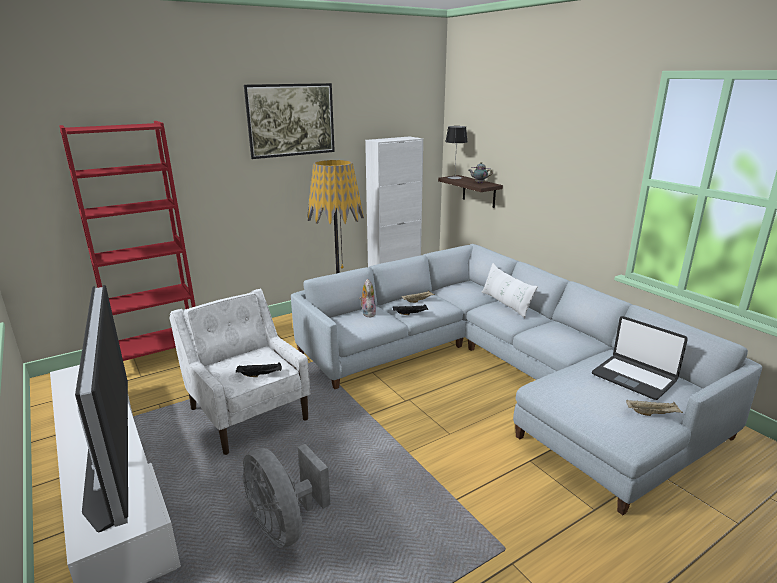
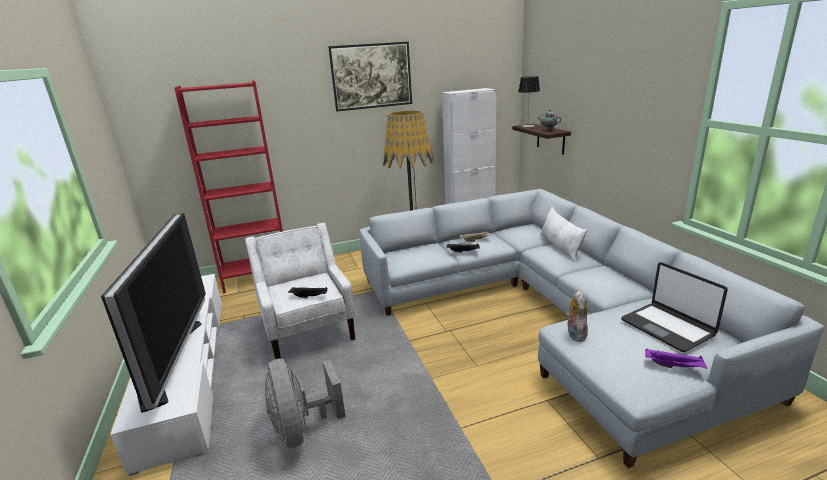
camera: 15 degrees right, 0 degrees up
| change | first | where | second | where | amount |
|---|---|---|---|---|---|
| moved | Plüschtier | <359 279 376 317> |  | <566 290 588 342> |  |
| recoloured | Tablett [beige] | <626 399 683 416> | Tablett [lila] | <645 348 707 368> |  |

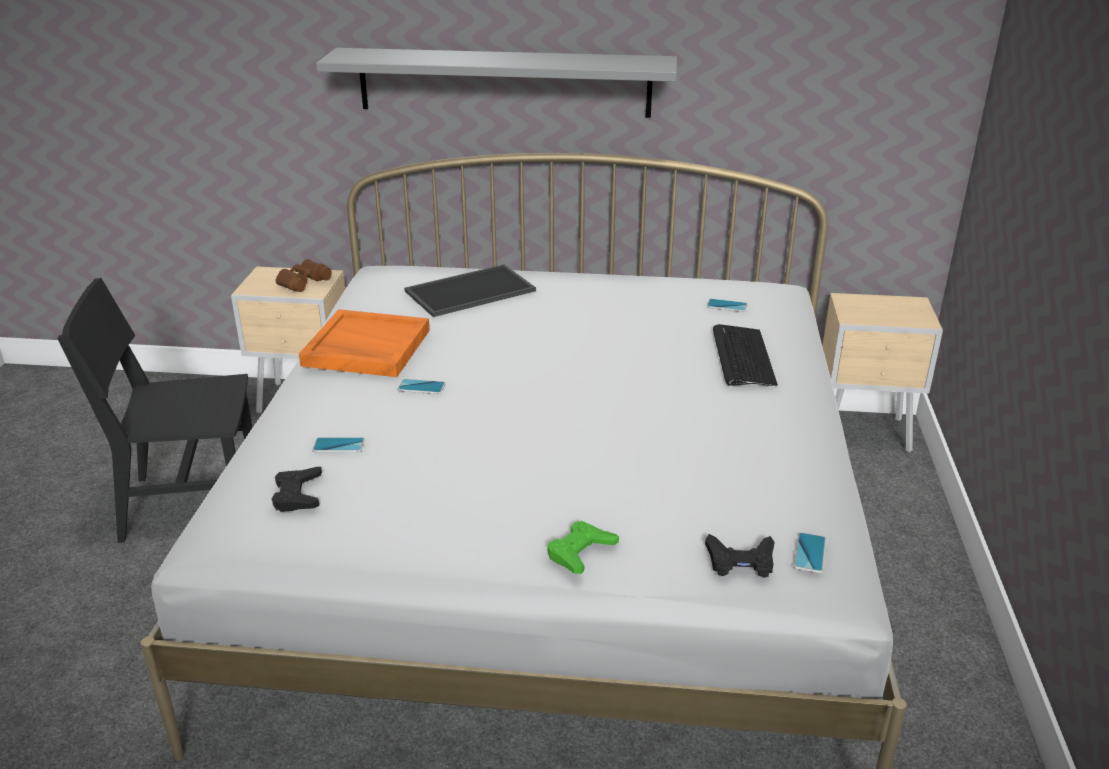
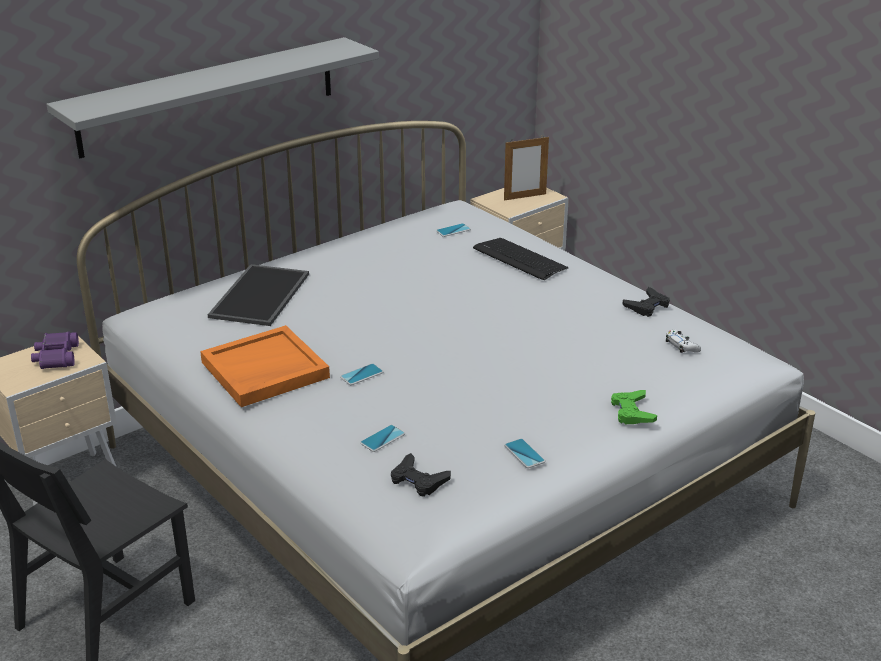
camera: 45 degrees left, 0 degrees up
| change | first | where | second | where | amount |
|---|---|---|---|---|---|
| recoloured | Fernglas [braun] | <276 259 332 292> | Fernglas [lila] | <31 331 79 369> |  |
| moved | Gamepad [schwarz] | <705 534 775 578> |  | <623 287 670 317> |  |
| moved | Handy | <794 533 826 573> |  | <504 438 545 468> |  |
| added |  |  | Bilderrahmen | <504 136 549 201> |  |
| added |  |  | Gamepad [weiß] | <666 330 701 353> |  |

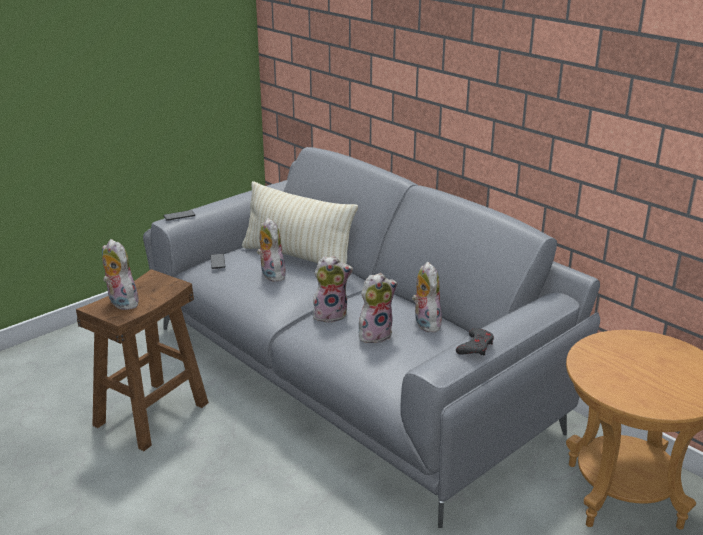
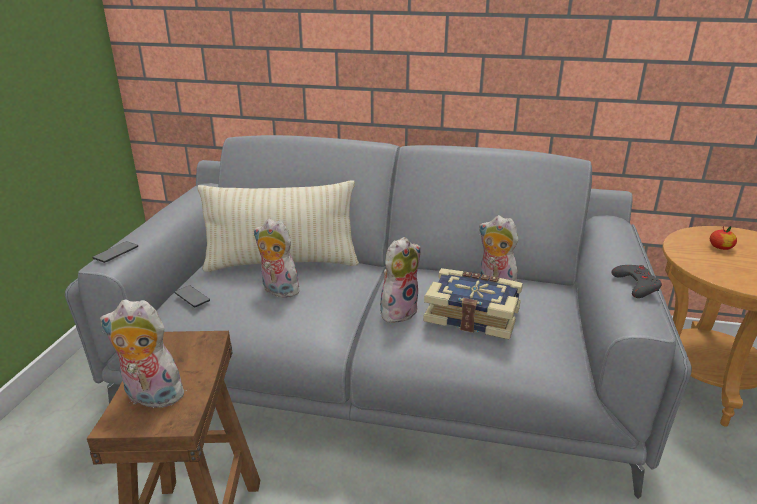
camera: 35 degrees left, 0 degrees up
| change | first | where | second | where | amount |
|---|---|---|---|---|---|
| replaced | Plüschtier | <359 273 397 343> | Buch | <423 268 523 339> |  |
| added |  |  | Apfel | <710 226 737 250> |  |

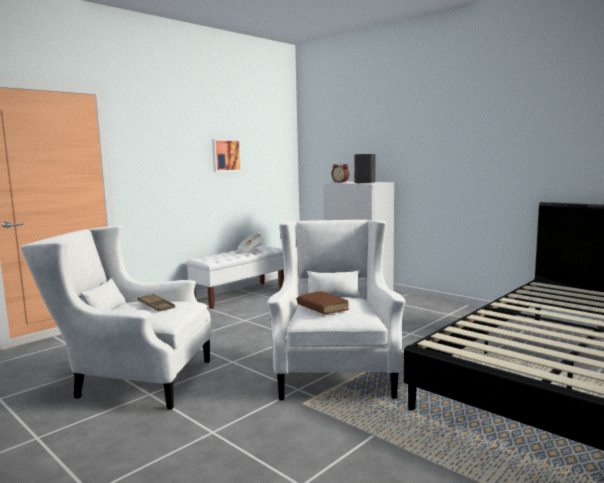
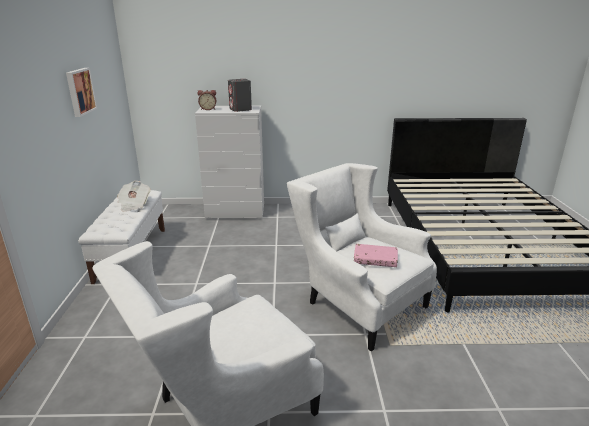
camera: 45 degrees left, 15 degrees up
| change | first | where | second | where | amount |
|---|---|---|---|---|---|
| removed | Tablett [braun] | <137 294 175 311> |  |  |  |
| recoloured | Buch [braun] | <297 291 349 314> | Buch [rosa] | <354 244 398 267> |  |

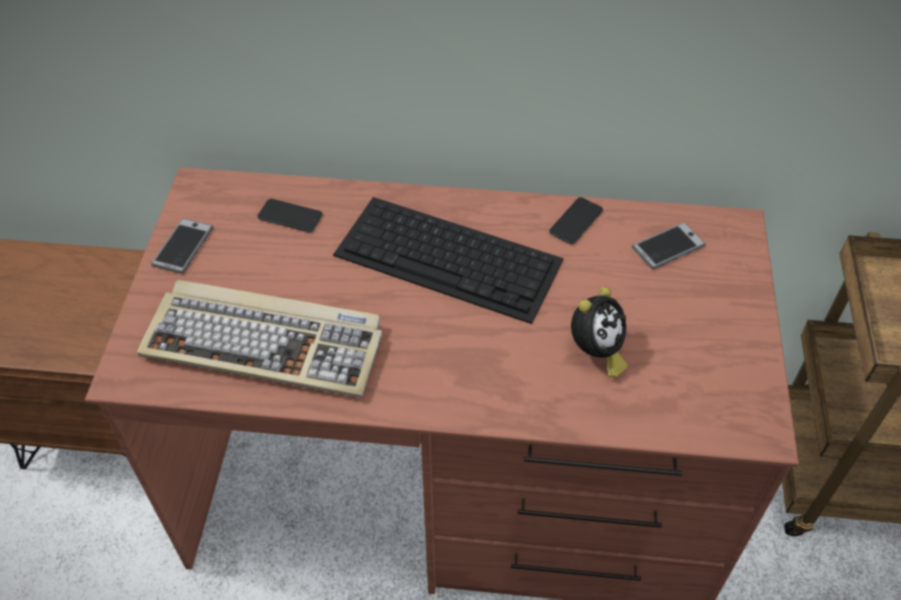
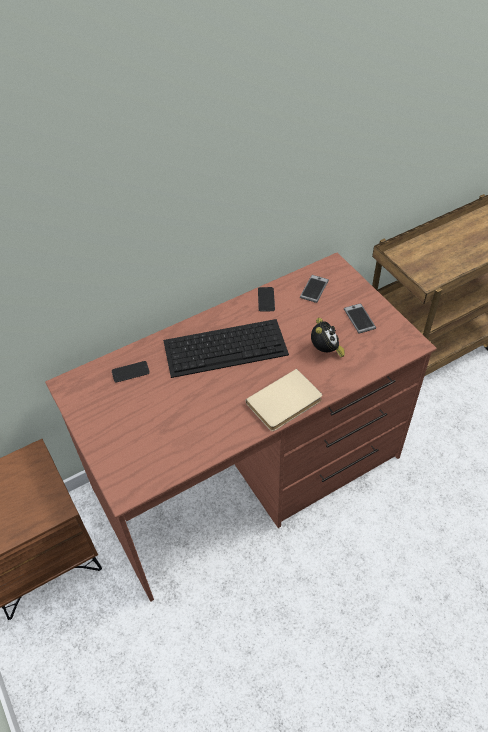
camera: 35 degrees left, 0 degrees up
| change | first | where | second | where | amount |
|---|---|---|---|---|---|
| removed | Tastatur | <137 280 382 398> |  |  |  |
| moved | Handy | <151 218 213 274> |  | <344 303 376 333> |  |
| added |  |  | Buch [beige] | <246 369 322 431> |  |

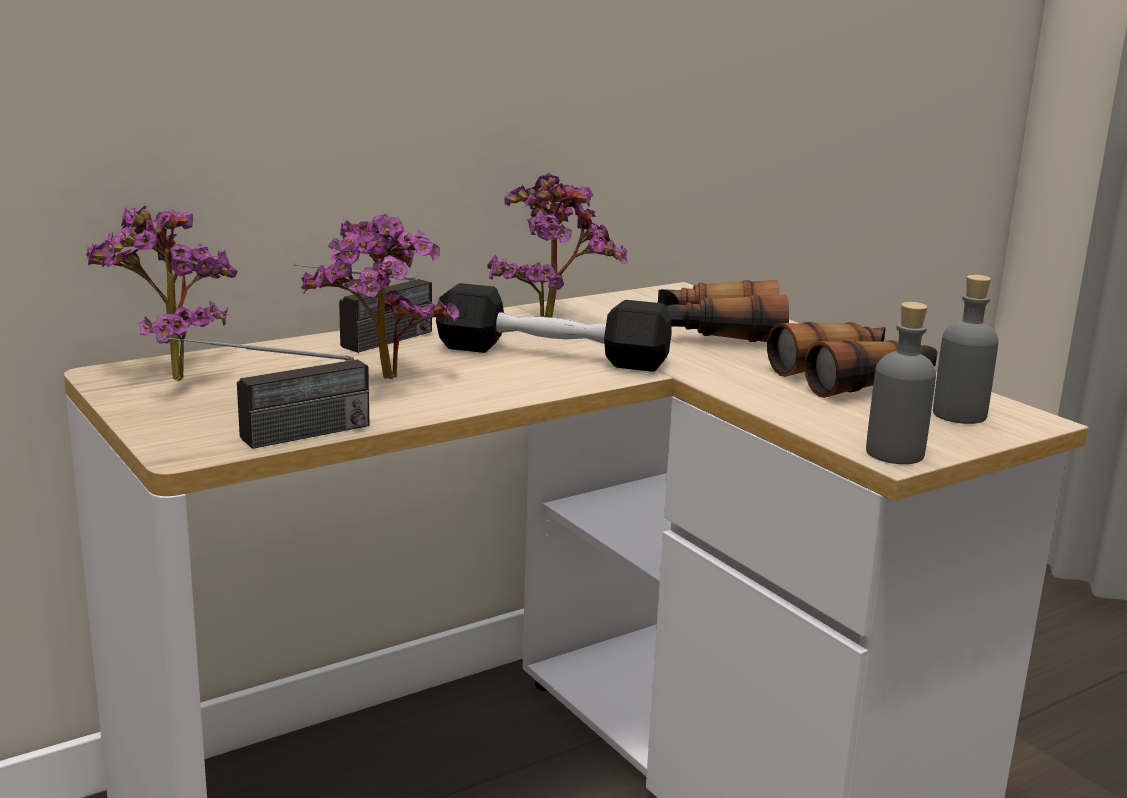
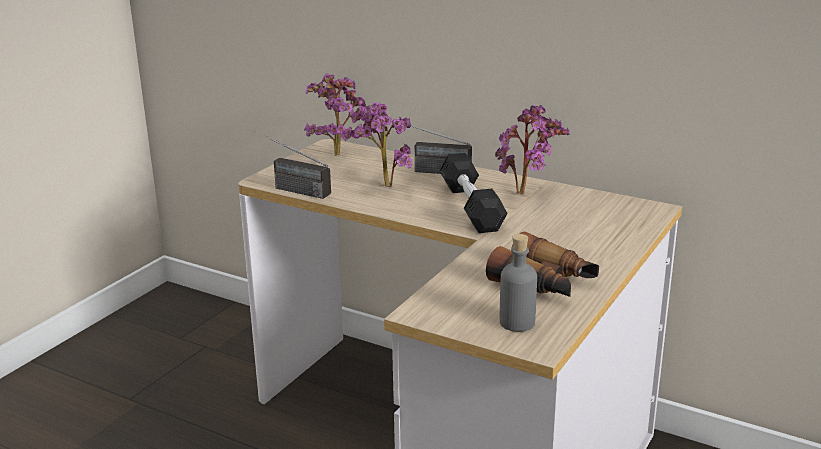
camera: 65 degrees right, 5 degrees up
| change | first | where | second | where | amount |
|---|---|---|---|---|---|
| removed | Fernglas | <658 280 789 342> |  |  |  |
| removed | Flasche [grau] | <866 302 936 464> |  |  |  |

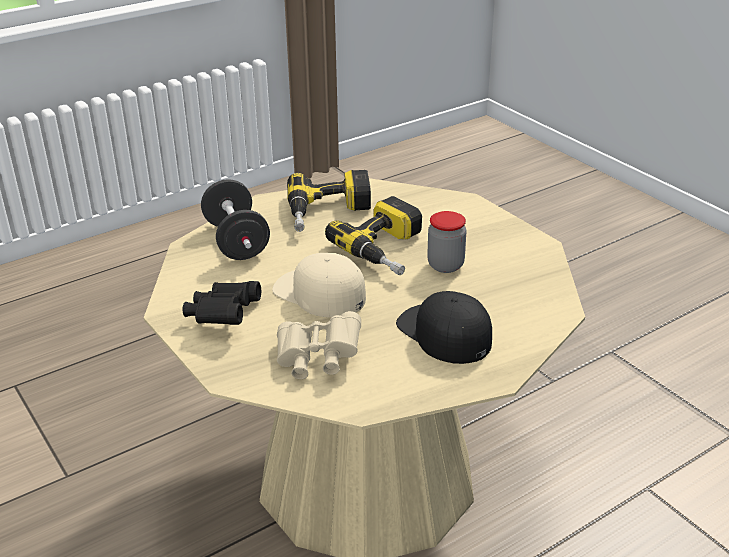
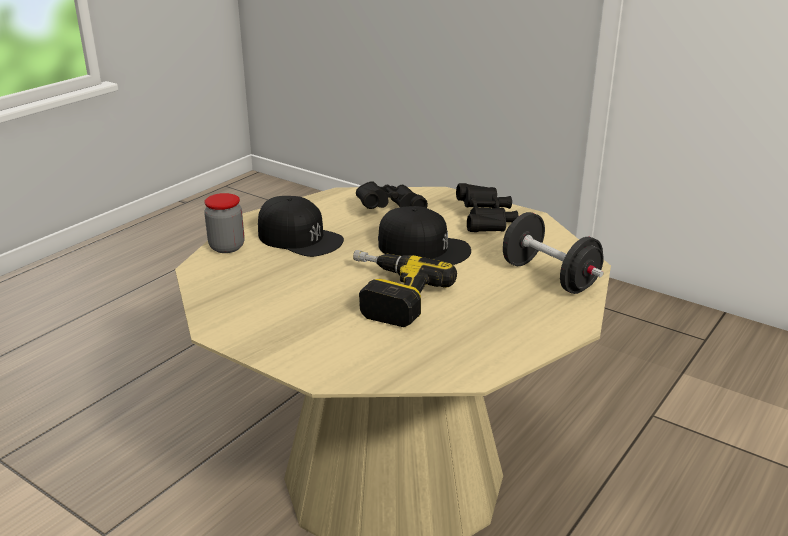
camera: 160 degrees right, 5 degrees down
| change | first | where | second | where | amount |
|---|---|---|---|---|---|
| recoloured | Kappe [beige] | <272 253 366 317> | Kappe [schwarz] | <378 206 471 265> |  |
| recoloured | Fernglas [beige] | <277 311 361 379> | Fernglas [schwarz] | <356 181 428 209> |  |
| removed | Bohrmaschine | <287 170 371 232> |  |  |  |
| moved | Vorratsglas | <427 211 467 273> |  | <204 193 245 253> |  |

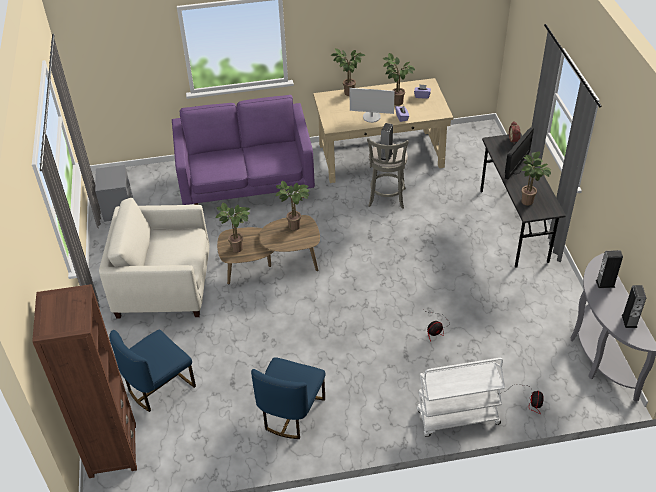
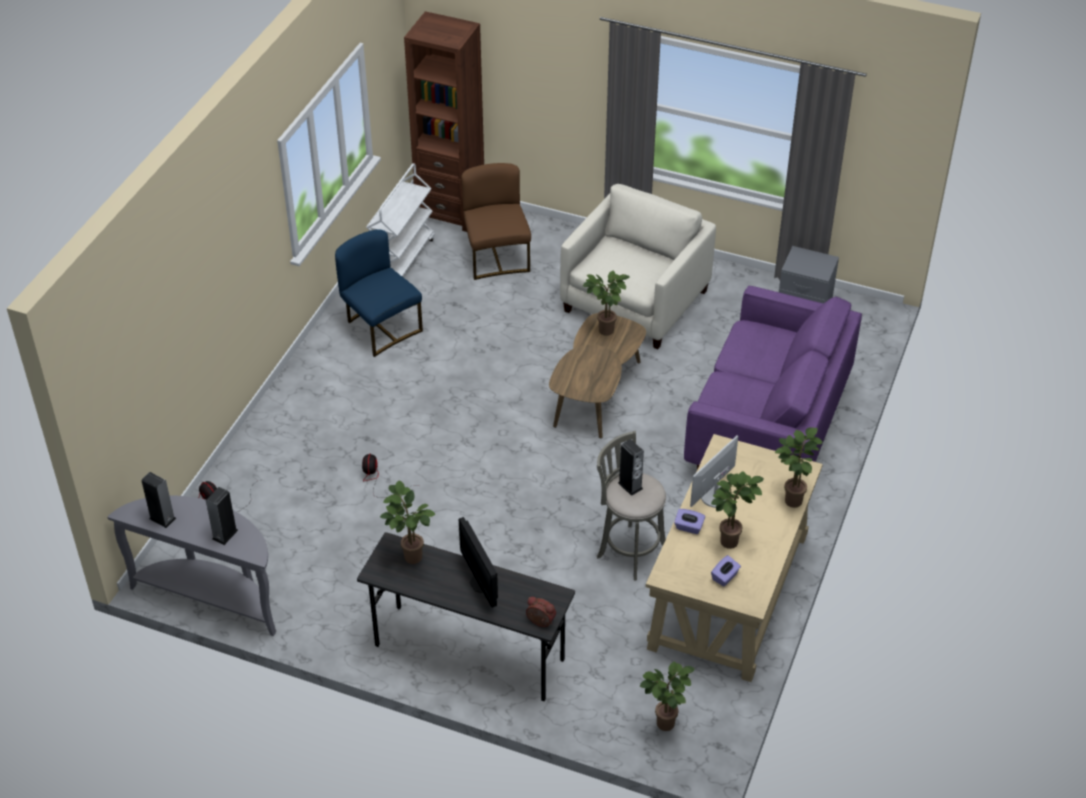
camera: 120 degrees right, 0 degrees up
| change | first | where | second | where | amount |
|---|---|---|---|---|---|
| recoloured | Stuhl [blau] | <109 330 196 412> | Stuhl [braun] | <461 163 531 280> |  |
| moved | Topfpflanze | <276 181 310 230> |  | <640 661 695 731> |  |
| moved | Rollwagen [weiß] | <416 358 505 437> |  | <366 163 434 277> |  |

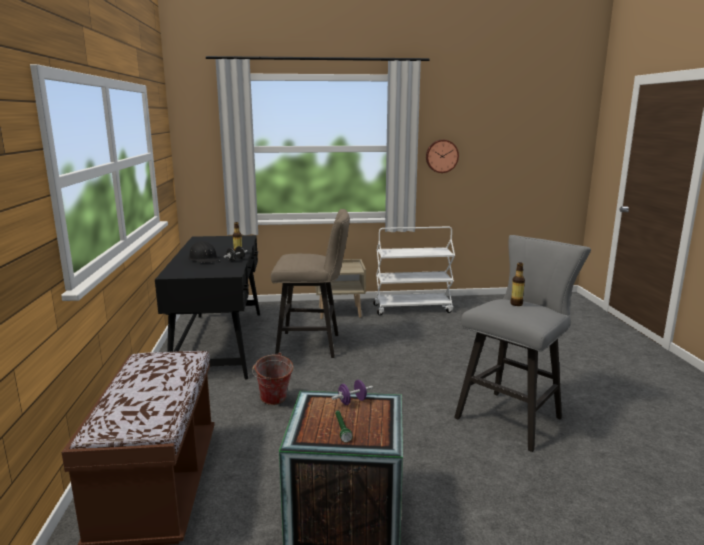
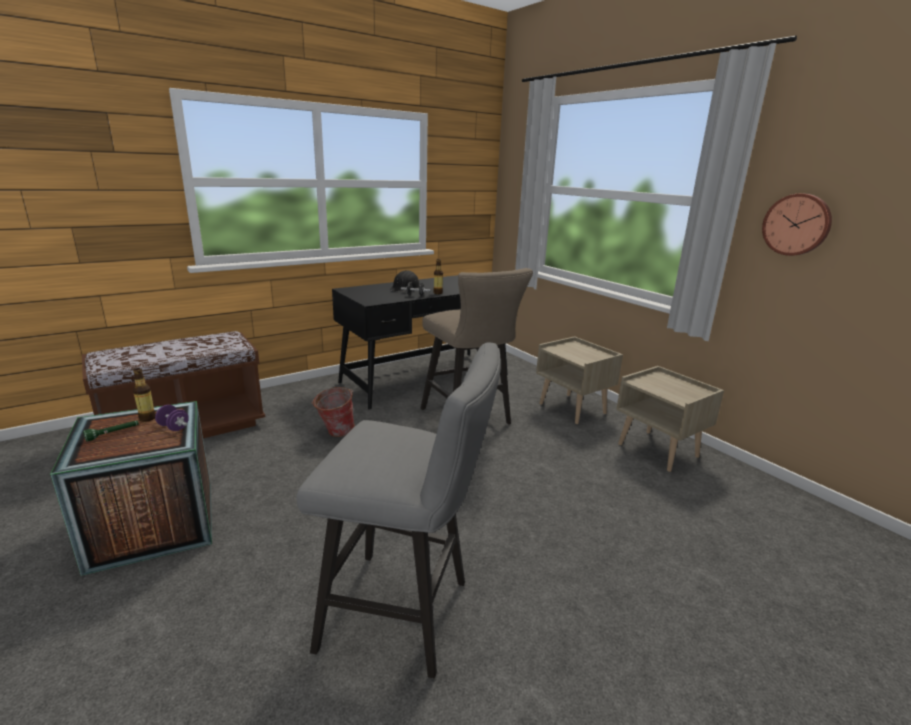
camera: 60 degrees right, 5 degrees up
| change | first | where | second | where | amount |
|---|---|---|---|---|---|
| replaced | Rollwagen [weiß] | <373 227 455 315> | Nachttisch [beige] | <616 366 724 472> |  |
| moved | Flasche | <510 262 525 306> |  | <133 368 156 422> |  |

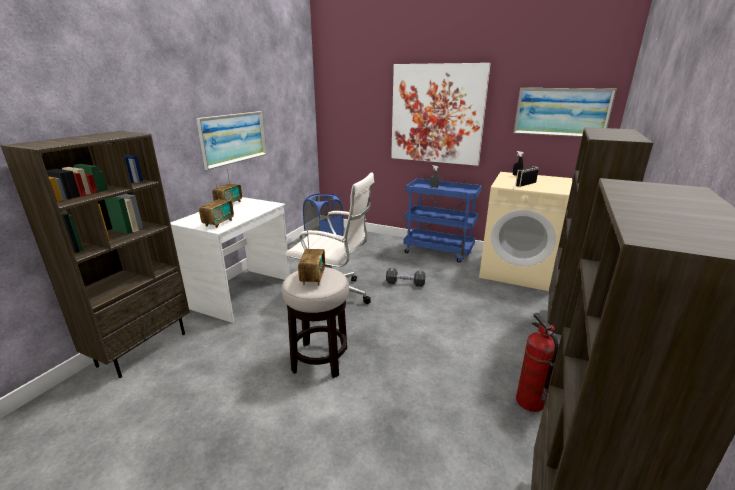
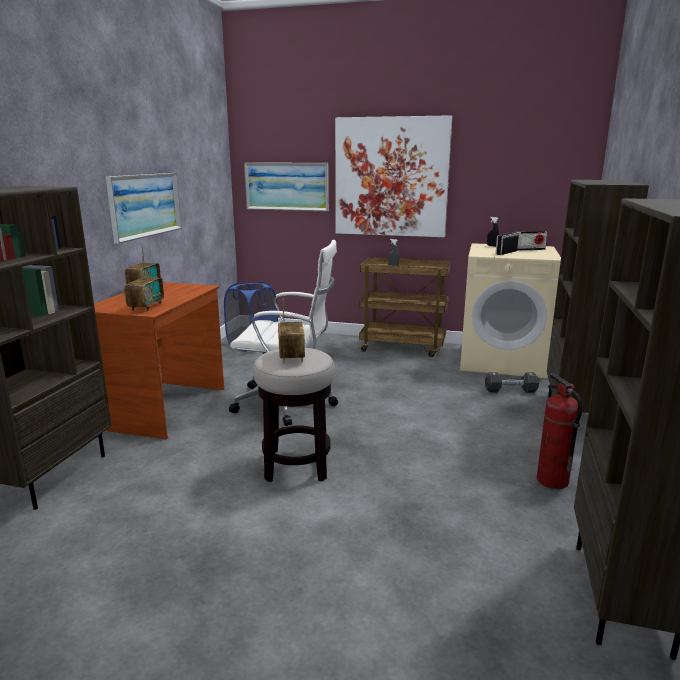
camera: 10 degrees left, 5 degrees down
| change | first | where | second | where | amount |
|---|---|---|---|---|---|
| recoloured | Schreibtisch [weiß] | <170 197 290 323> | Schreibtisch [braun] | <94 282 224 439> |  |
| moved | Hantel [schwarz] | <386 268 425 287> |  | <485 372 539 393> |  |
| recoloured | Rollwagen [blau] | <403 178 482 263> | Rollwagen [braun] | <359 257 451 357> |  |
| moved | Bild | <514 88 617 137> |  | <244 162 329 212> |  |
| added |  |  | Radio | <516 231 547 251> |  |

